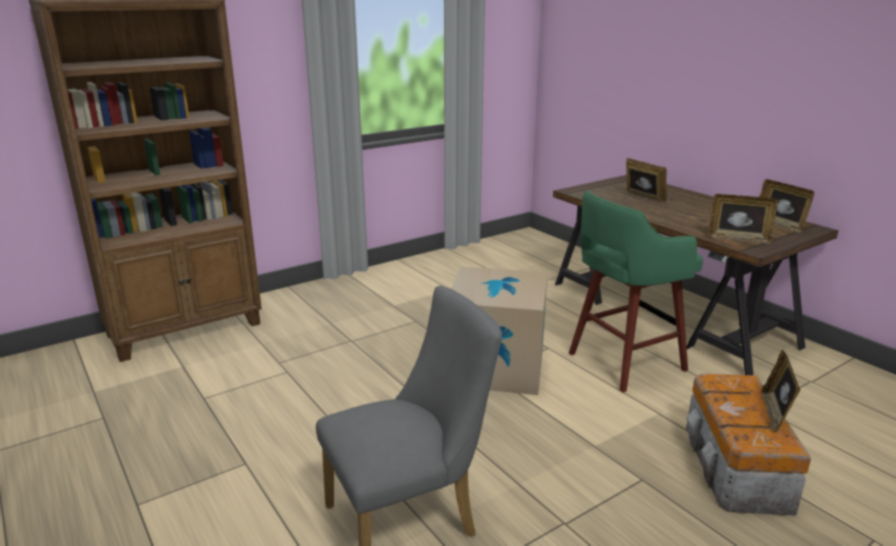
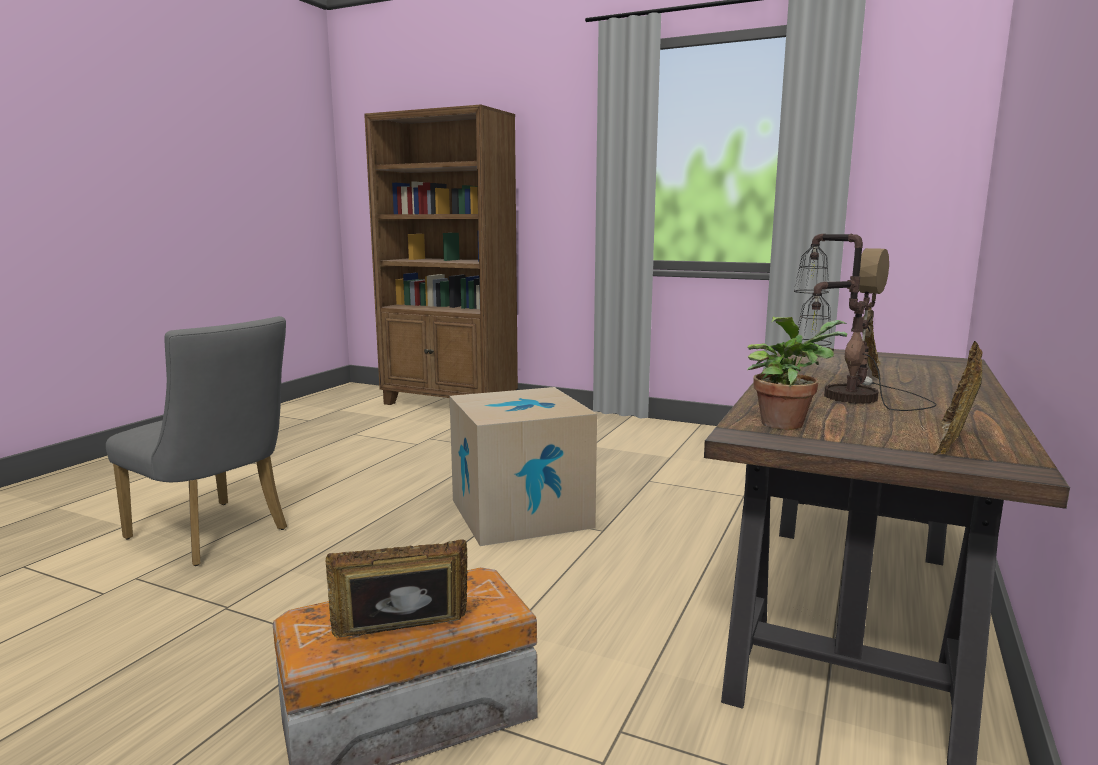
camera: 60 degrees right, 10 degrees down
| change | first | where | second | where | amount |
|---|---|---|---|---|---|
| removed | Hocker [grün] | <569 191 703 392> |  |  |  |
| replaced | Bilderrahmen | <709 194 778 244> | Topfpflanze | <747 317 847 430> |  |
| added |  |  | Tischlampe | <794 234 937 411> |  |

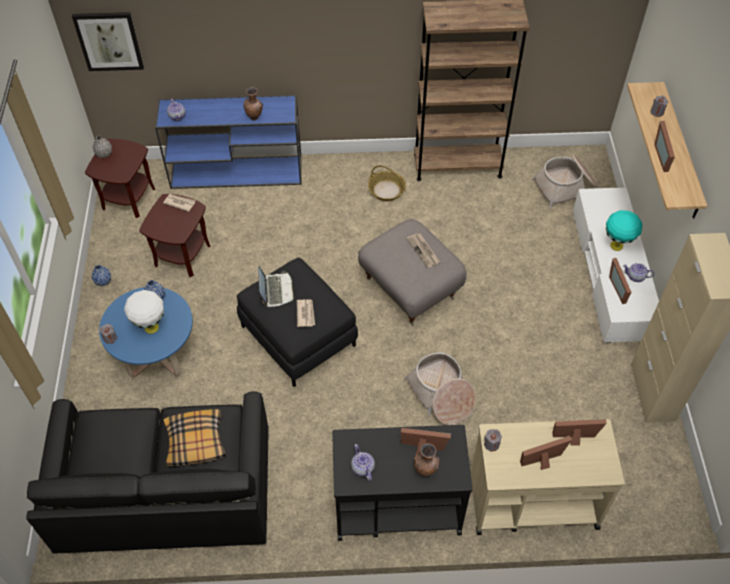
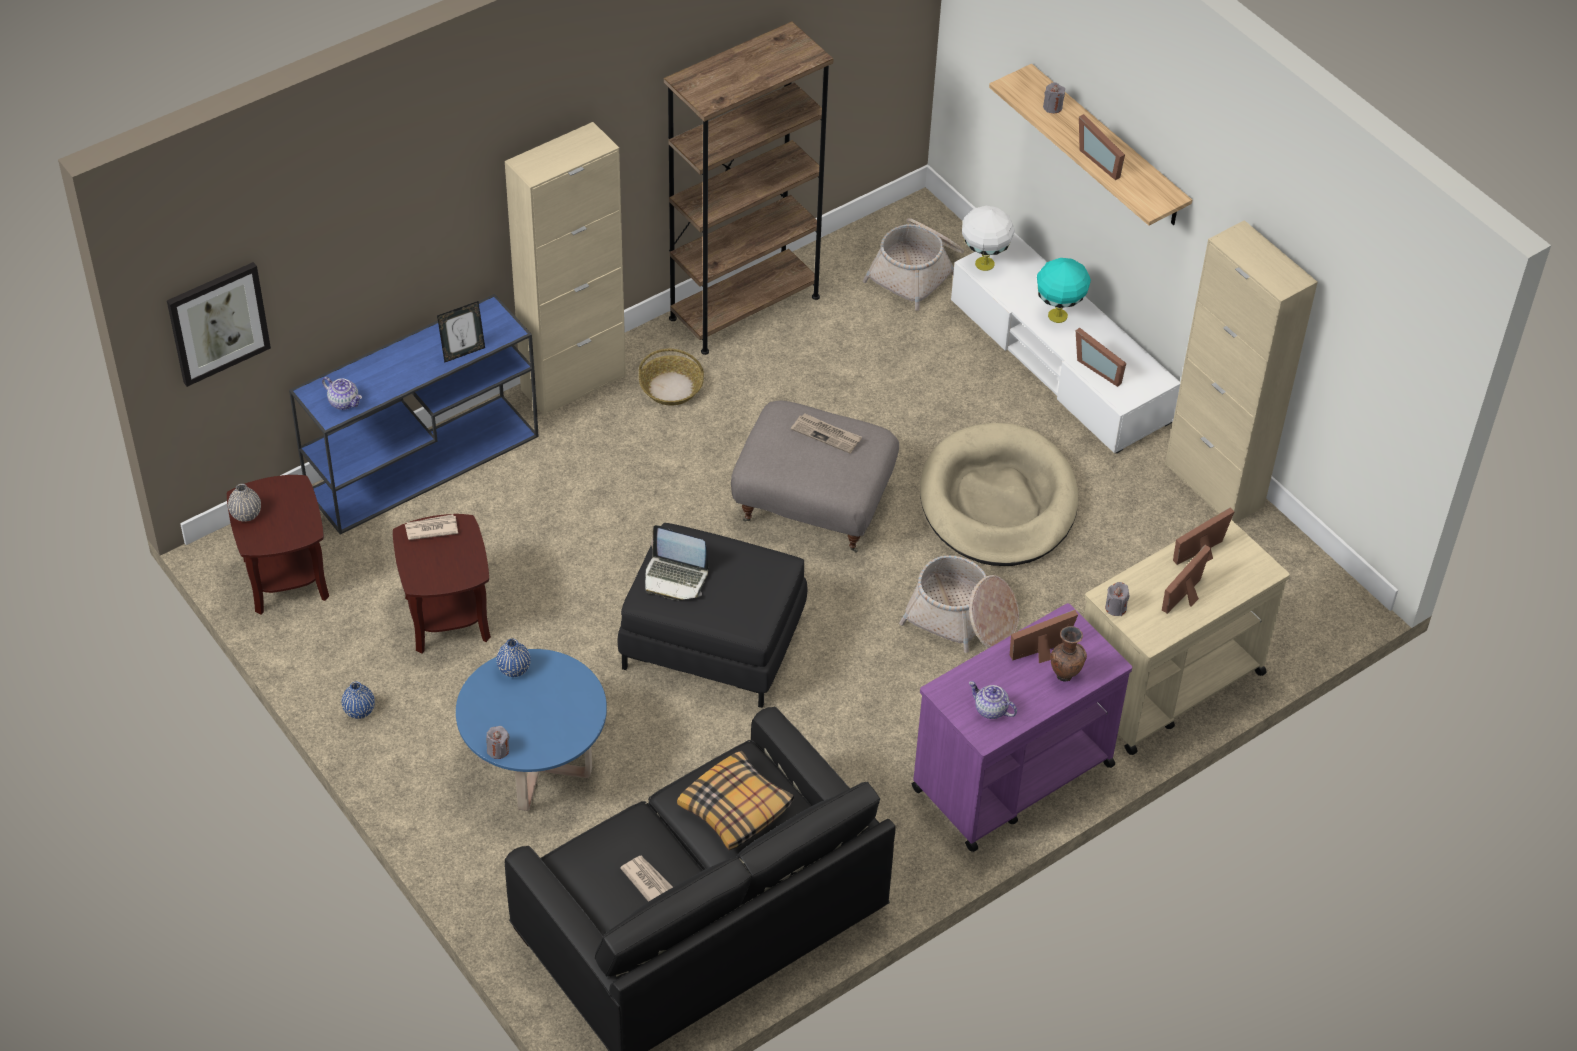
camera: 35 degrees left, 5 degrees down
| change | first | where | second | where | amount |
|---|---|---|---|---|---|
| moved | Tischlampe [weiß] | <124 290 164 334> |  | <962 206 1015 271> |  |
| replaced | Vase [braun] | <243 87 263 121> | Bilderrahmen | <437 301 485 363> |  |
| turned | Laptop | <258 266 295 307> |  | <645 525 708 600> | 150 degrees clockwise |
| moved | Zeitung | <297 299 315 327> |  | <620 855 673 902> |  |
| recoloured | Rollwagen [schwarz] | <332 425 473 541> | Rollwagen [lila] | <911 603 1132 852> |  |
| removed | Teekanne | <623 263 654 282> |  |  |  |
| added |  |  | Schrank [beige] | <505 122 626 416> |  |
| added |  |  | Hundebett [beige] | <920 423 1078 566> |  |

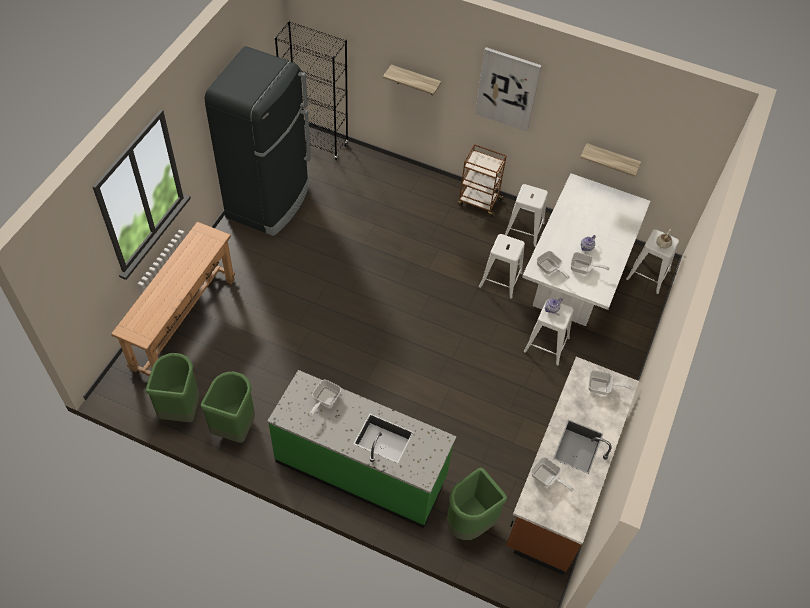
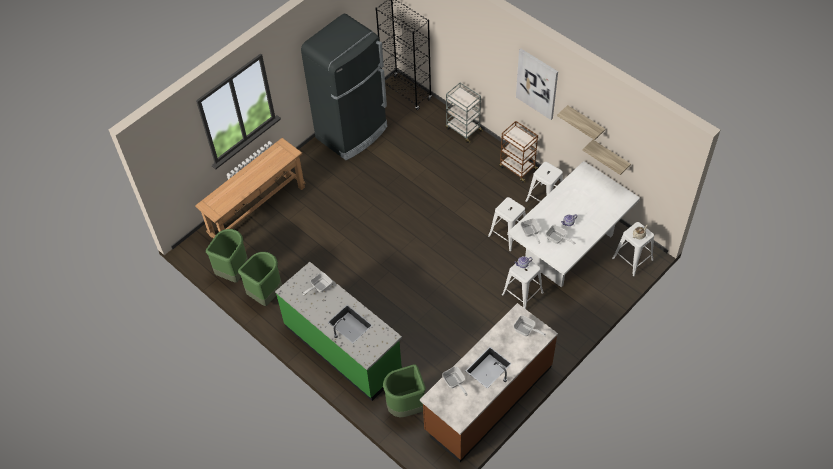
camera: 25 degrees right, 0 degrees up
| change | first | where | second | where | amount |
|---|---|---|---|---|---|
| moved | Wandregal | <383 64 442 95> |  | <557 105 605 140> |  |
| added |  |  | Rollwagen [grau] | <446 83 483 143> |  |

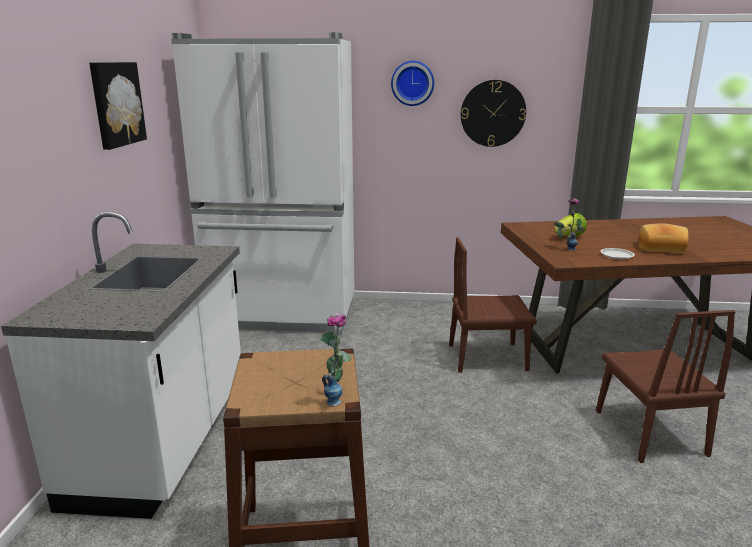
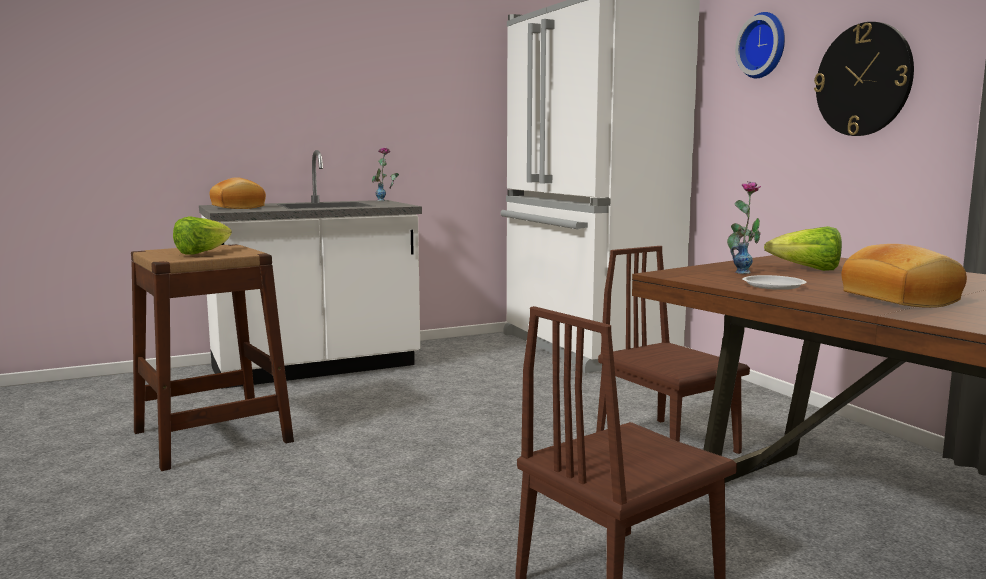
camera: 60 degrees right, 10 degrees down
| change | first | where | second | where | amount |
|---|---|---|---|---|---|
| removed | Bild | <89 62 147 150> |  |  |  |
| moved | Vase | <320 313 351 406> |  | <372 147 399 201> |  |
| added |  |  | Salatkopf | <173 216 232 255> |  |
| added |  |  | Brot | <210 177 266 209> |  |

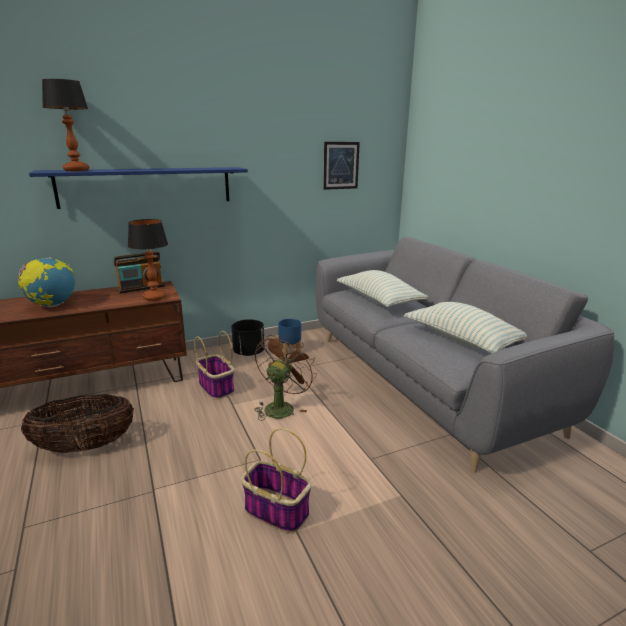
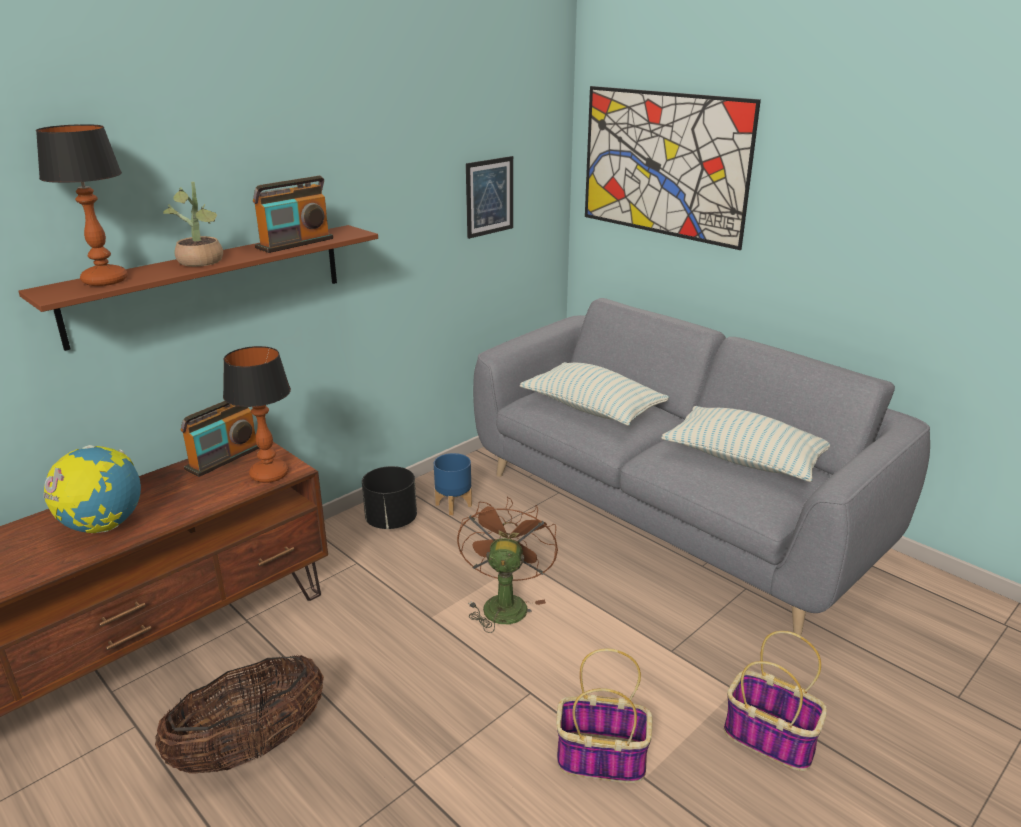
camera: 20 degrees left, 5 degrees up
| change | first | where | second | where | amount |
|---|---|---|---|---|---|
| recoloured | Wandregal [blau] | <29 167 248 209> | Wandregal [braun] | <18 225 378 351> |  |
| moved | Korb | <194 331 234 400> |  | <724 631 827 771> |  |
| added |  |  | Topfpflanze | <163 181 223 267> |  |
| added |  |  | Radio | <253 176 333 253> |  |
| added |  |  | Bild | <585 86 761 250> |  |

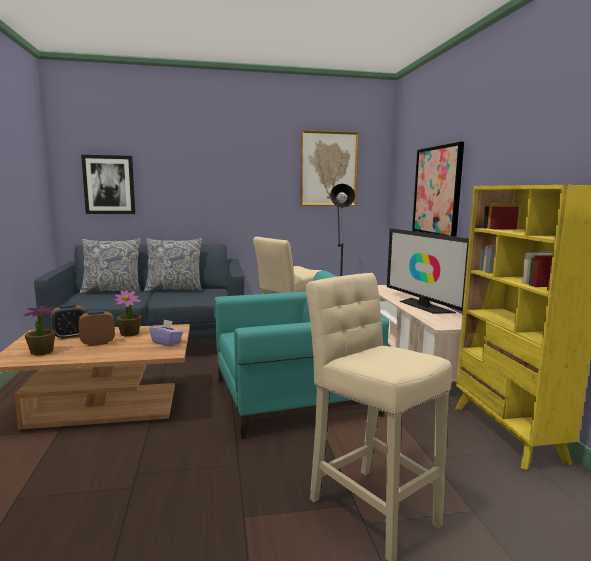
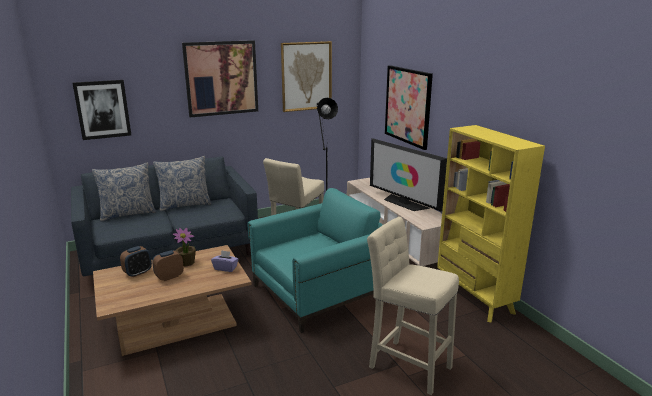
camera: 15 degrees left, 10 degrees up
| change | first | where | second | where | amount |
|---|---|---|---|---|---|
| removed | Topfpflanze | <24 306 56 355> |  |  |  |
| added |  |  | Bild | <182 40 258 117> |  |

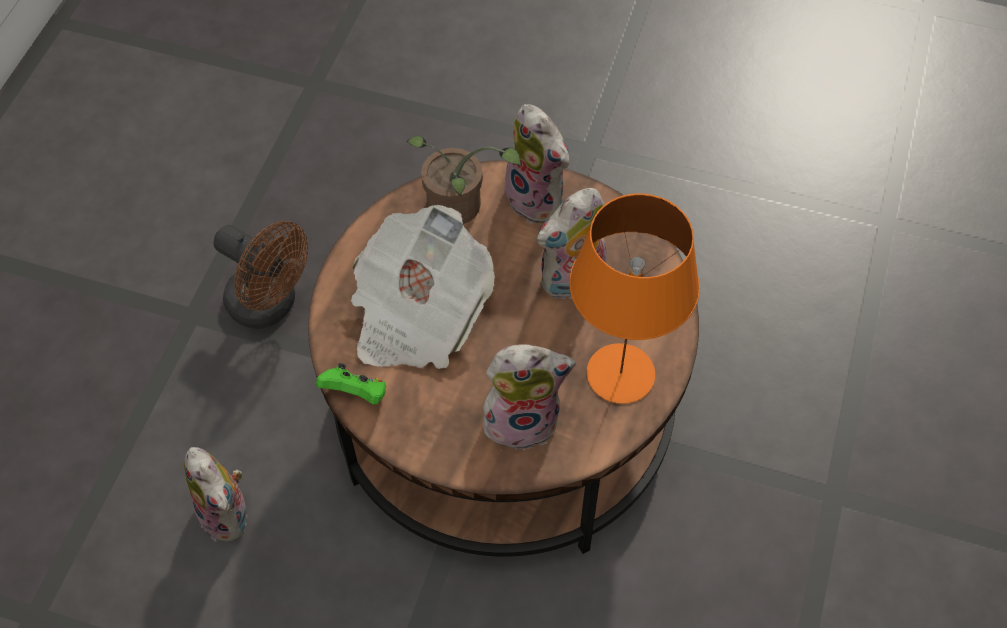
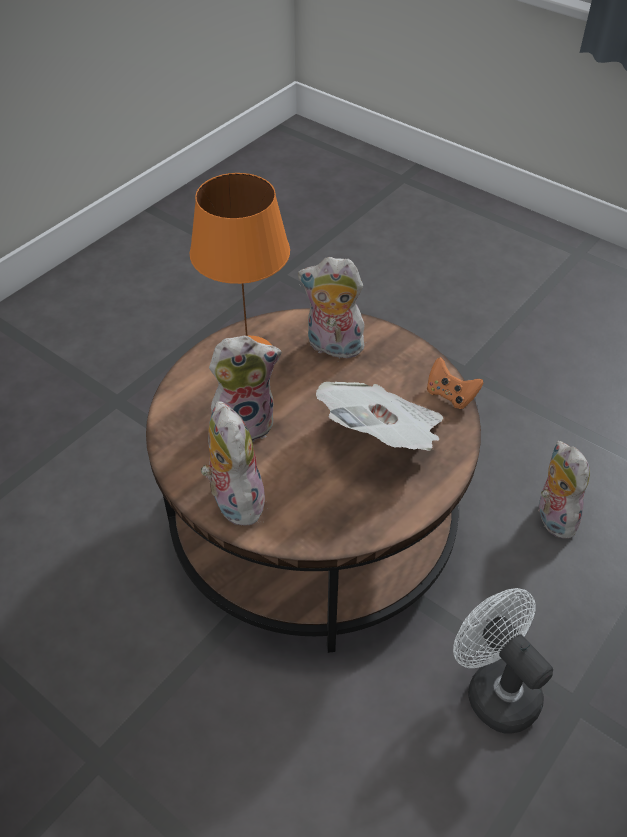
camera: 160 degrees left, 10 degrees down
| change | first | where | second | where | amount |
|---|---|---|---|---|---|
| recoloured | Ventilator [braun] | <214 221 308 329> | Ventilator [weiß] | <453 588 553 734> |  |
| recoloured | Gamepad [grün] | <316 363 386 405> | Gamepad [orange] | <427 357 483 409> |  |
| removed | Topfpflanze | <406 136 522 224> |  |  |  |

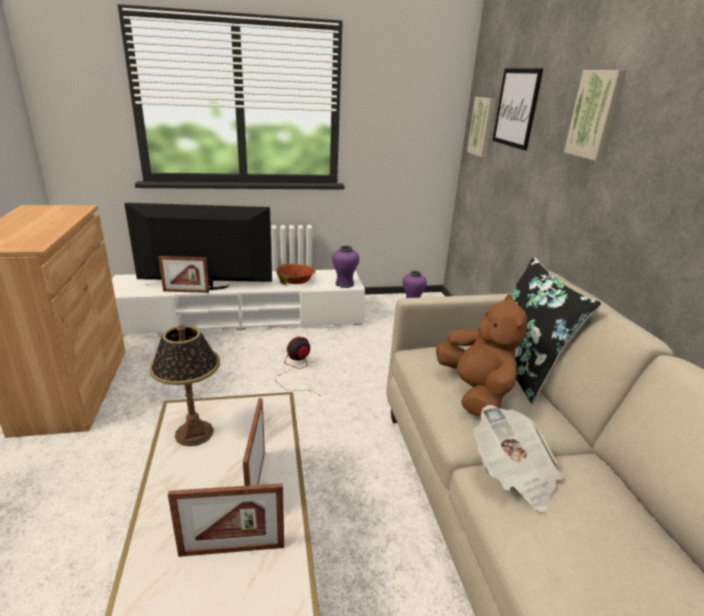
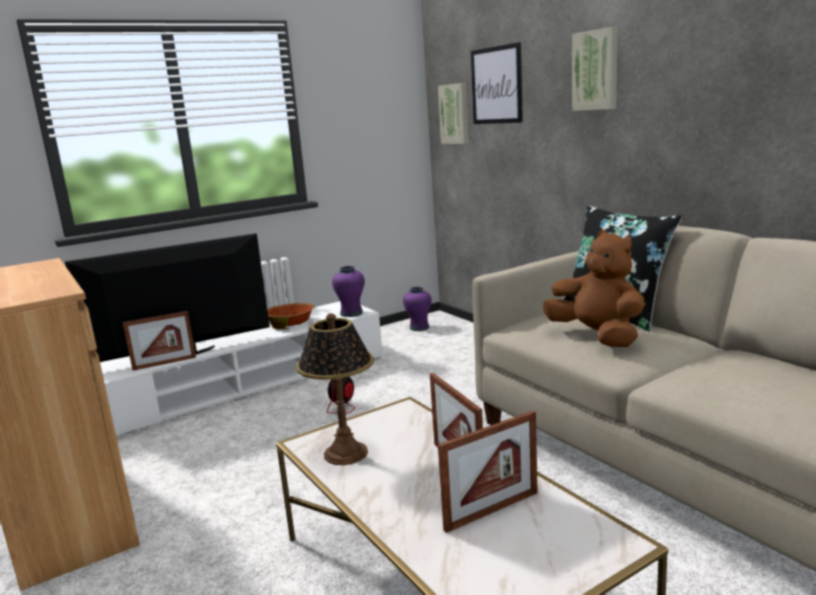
camera: 20 degrees left, 10 degrees down
| change | first | where | second | where | amount |
|---|---|---|---|---|---|
| removed | Zeitung | <473 405 562 512> |  |  |  |

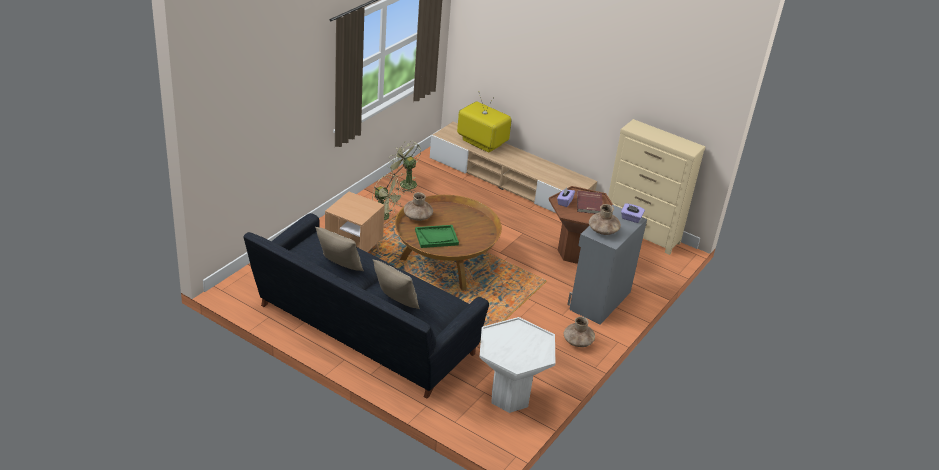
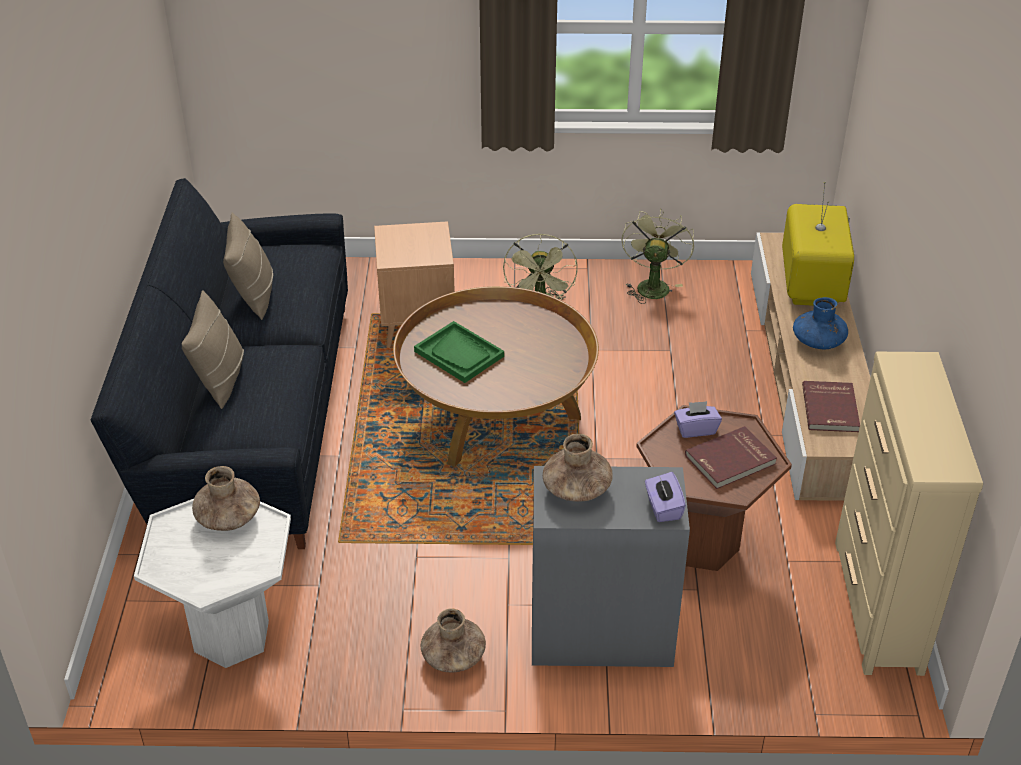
camera: 60 degrees right, 5 degrees up
| change | first | where | second | where | amount |
|---|---|---|---|---|---|
| moved | Vase [braun] | <404 192 433 221> |  | <192 466 260 531> |  |
| added |  |  | Vase [blau] | <793 297 848 349> |  |
| added |  |  | Buch [rot] | <802 381 860 432> |  |

